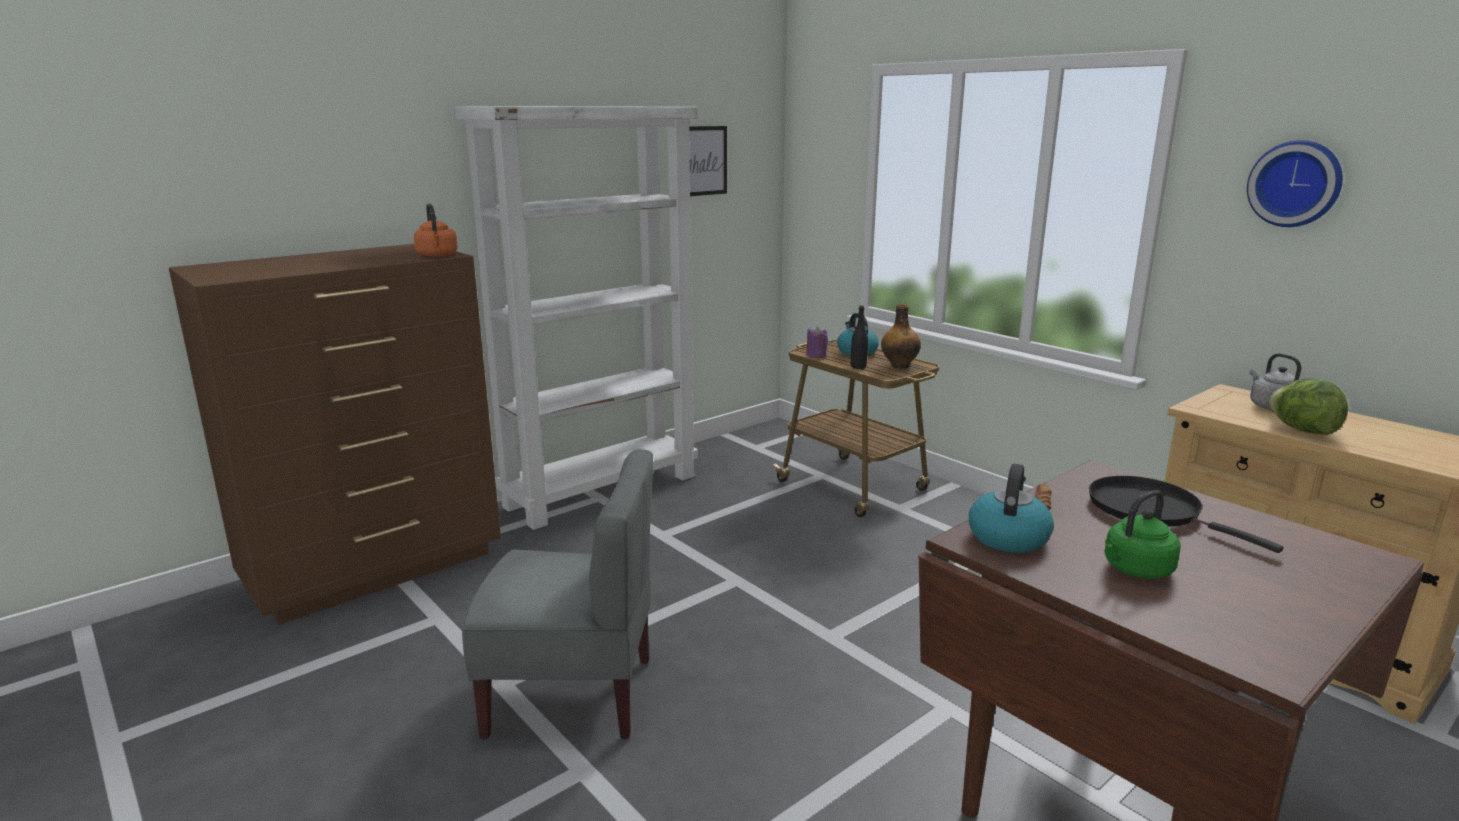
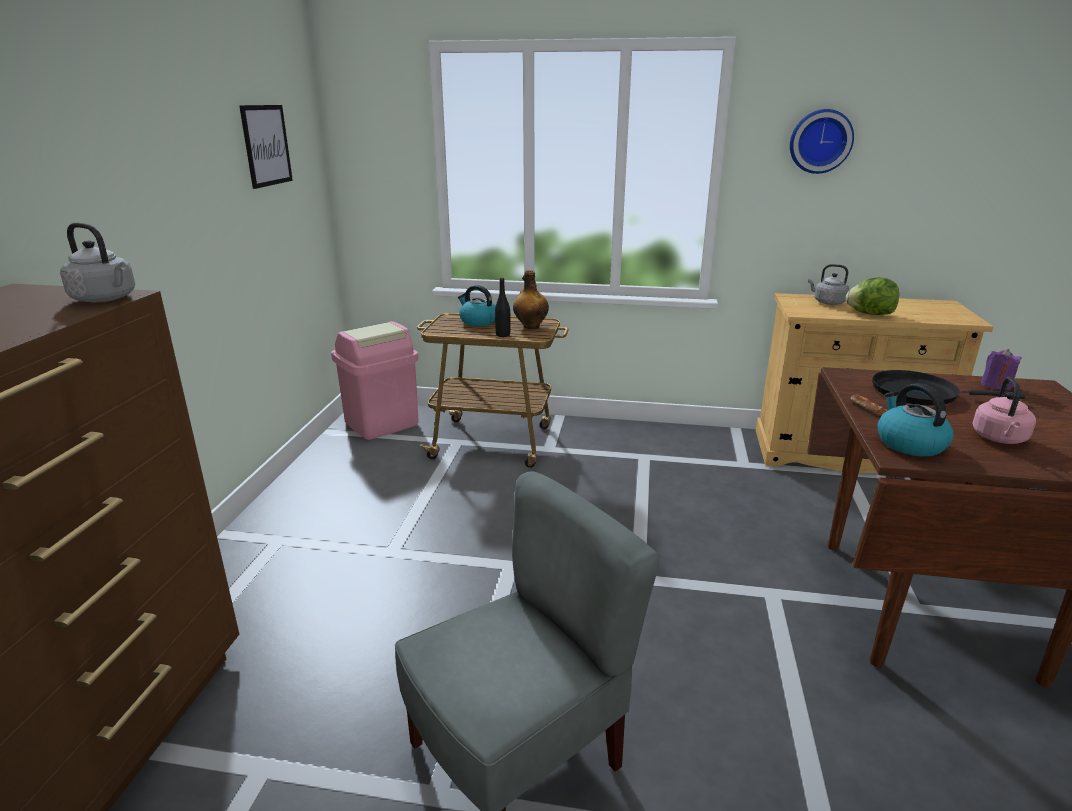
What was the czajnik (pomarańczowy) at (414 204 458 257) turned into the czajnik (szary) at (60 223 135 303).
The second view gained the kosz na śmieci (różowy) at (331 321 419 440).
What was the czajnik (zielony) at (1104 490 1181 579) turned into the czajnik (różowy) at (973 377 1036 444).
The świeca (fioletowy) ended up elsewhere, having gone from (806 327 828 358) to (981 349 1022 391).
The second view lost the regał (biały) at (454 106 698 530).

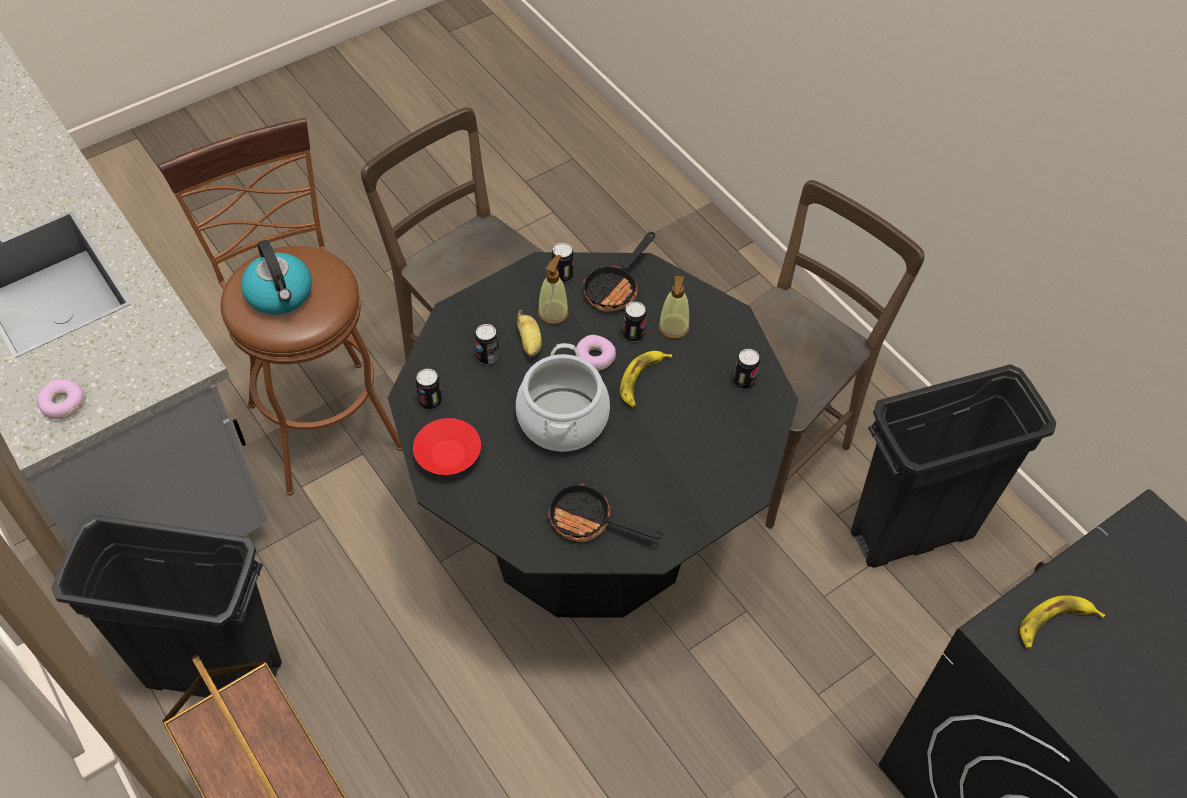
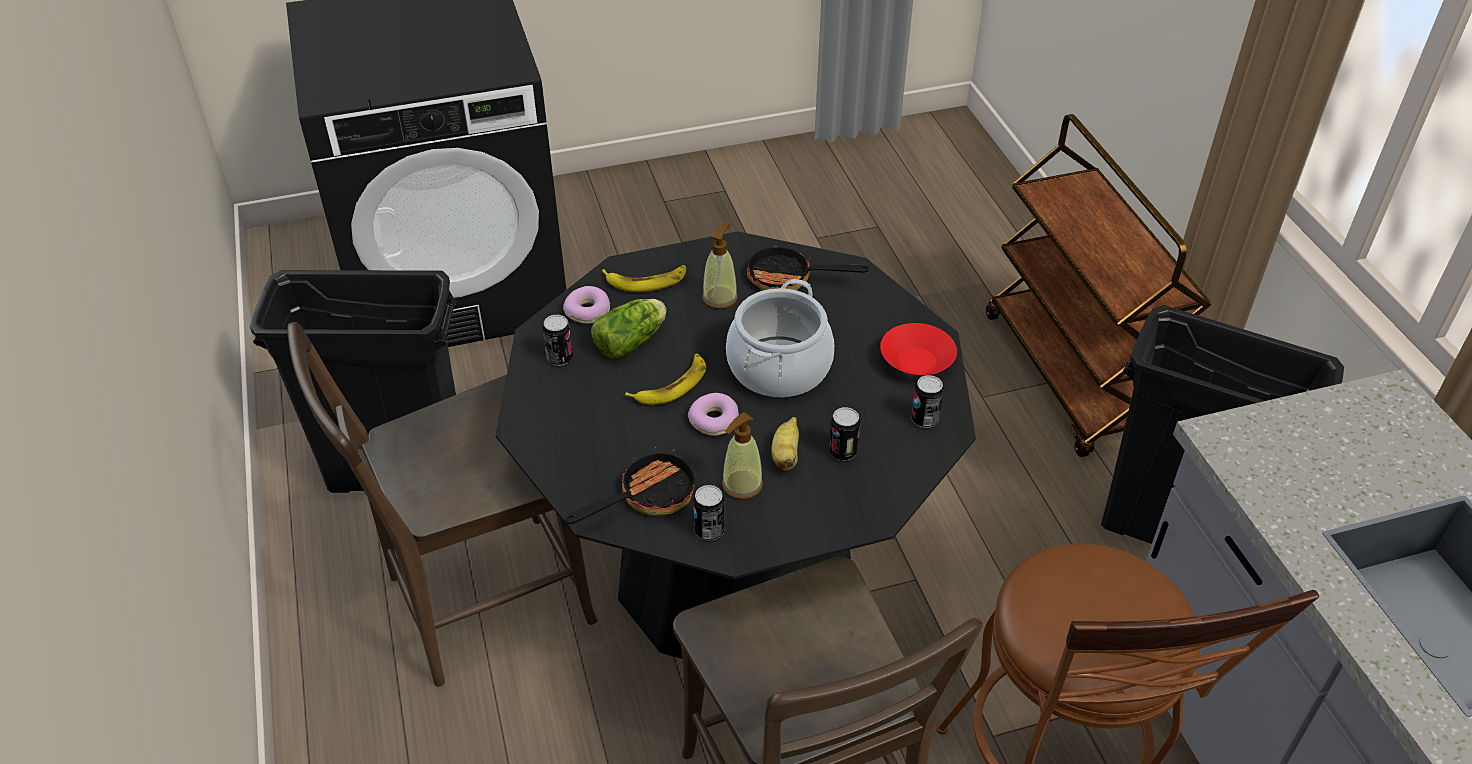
The donut ended up elsewhere, having gone from (37 379 85 419) to (563 286 610 324).
The second view gained the sałata at (591 299 667 358).
The banan ended up elsewhere, having gone from (1020 595 1105 649) to (602 265 686 292).
The dozownik mydła ended up elsewhere, having gone from (659 276 690 339) to (702 223 738 309).
The patelnia at (547 483 664 542) ended up facing another way, 150 degrees clockwise from before.
The second view lost the czajnik at (241 240 312 315).
The second view lost the puszka at (623 302 647 342).

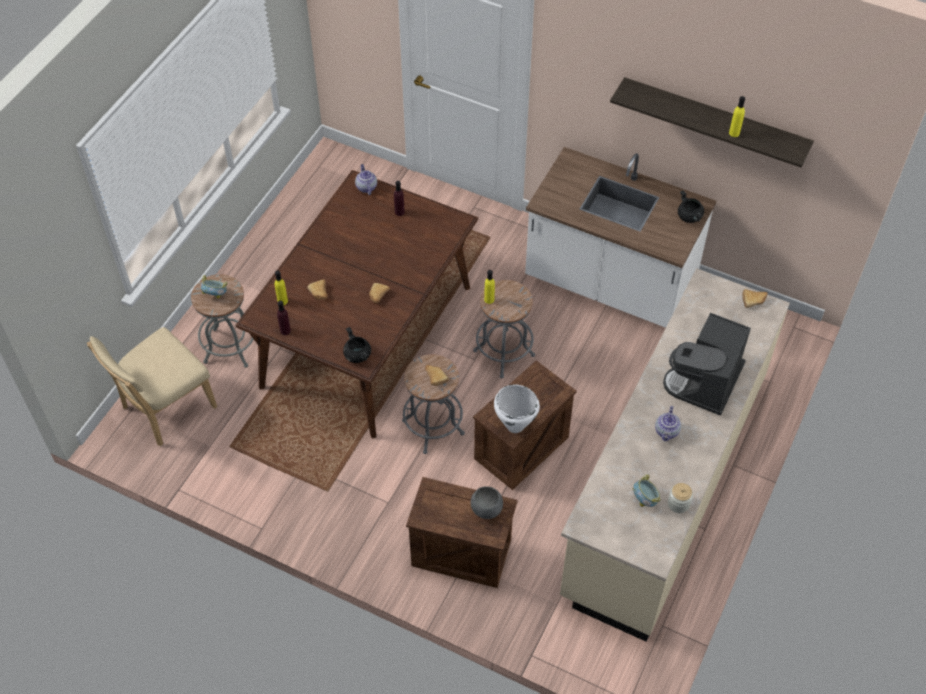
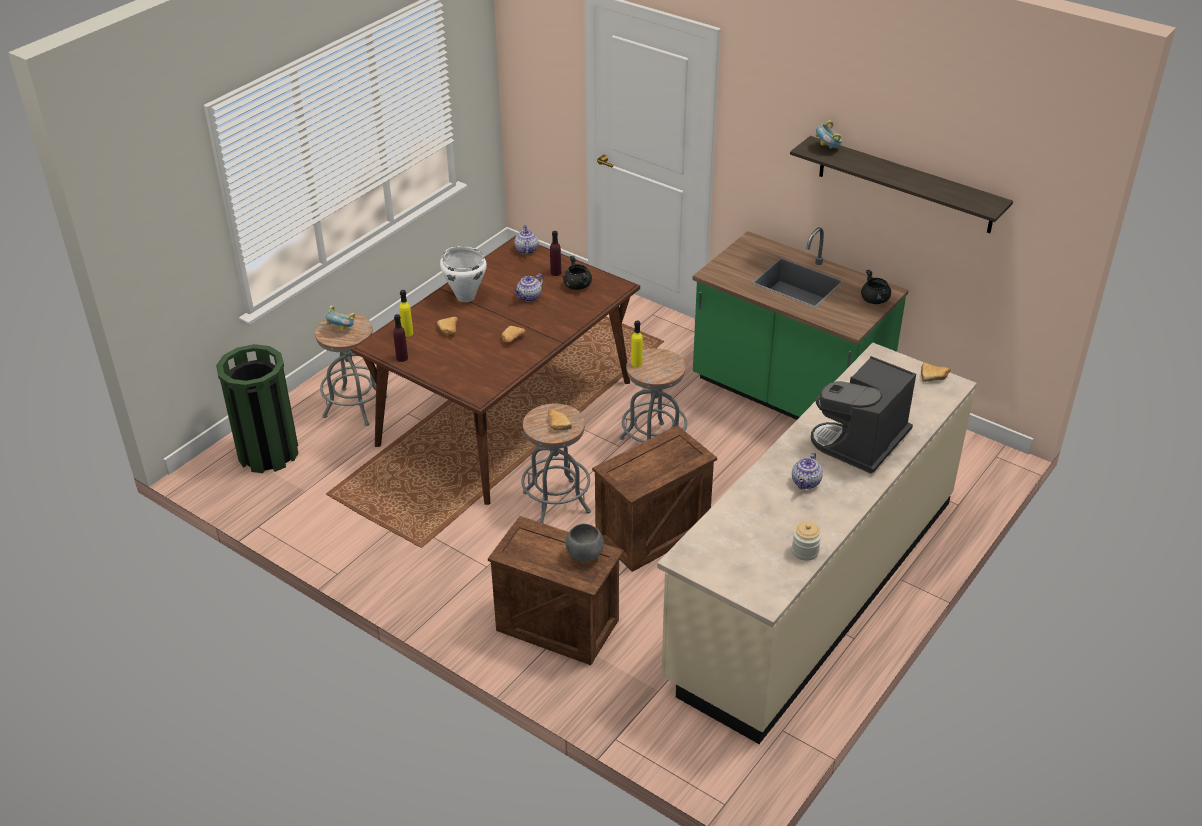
Where the krzesło (beżowy) stood at (87 327 217 446), the kosz na śmieci (zielony) came to stand at (216 344 298 473).
The garnek (biały) ended up elsewhere, having gone from (494 385 540 433) to (440 246 487 302).
The second view gained the imbryk at (514 274 544 302).
The garnek (czarny) ended up elsewhere, having gone from (343 327 371 363) to (563 256 592 290).
What was the zabudowa kuchenna (biały) at (525 147 716 328) turned into the zabudowa kuchenna (zielony) at (692 227 909 420).
The miska ended up elsewhere, having gone from (633 474 661 507) to (816 120 842 148).
The second view lost the butelka (żółty) at (729 96 745 137).

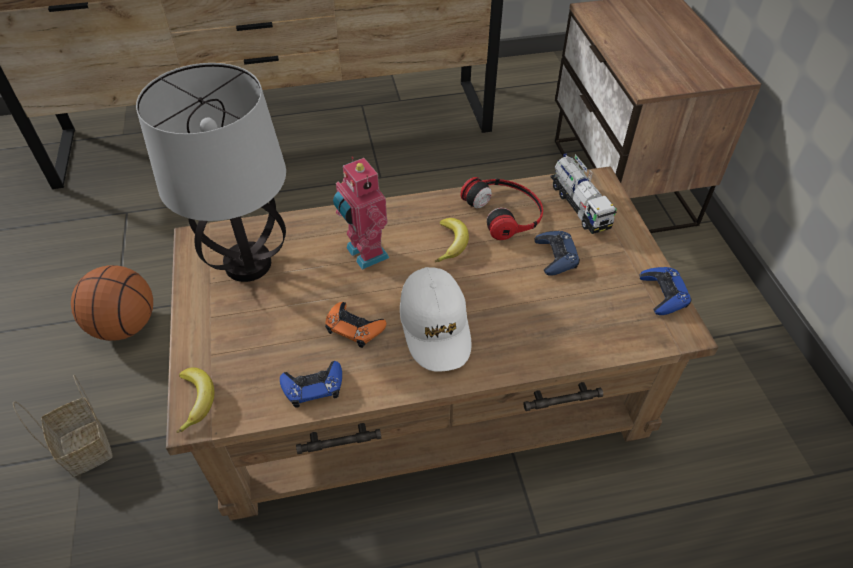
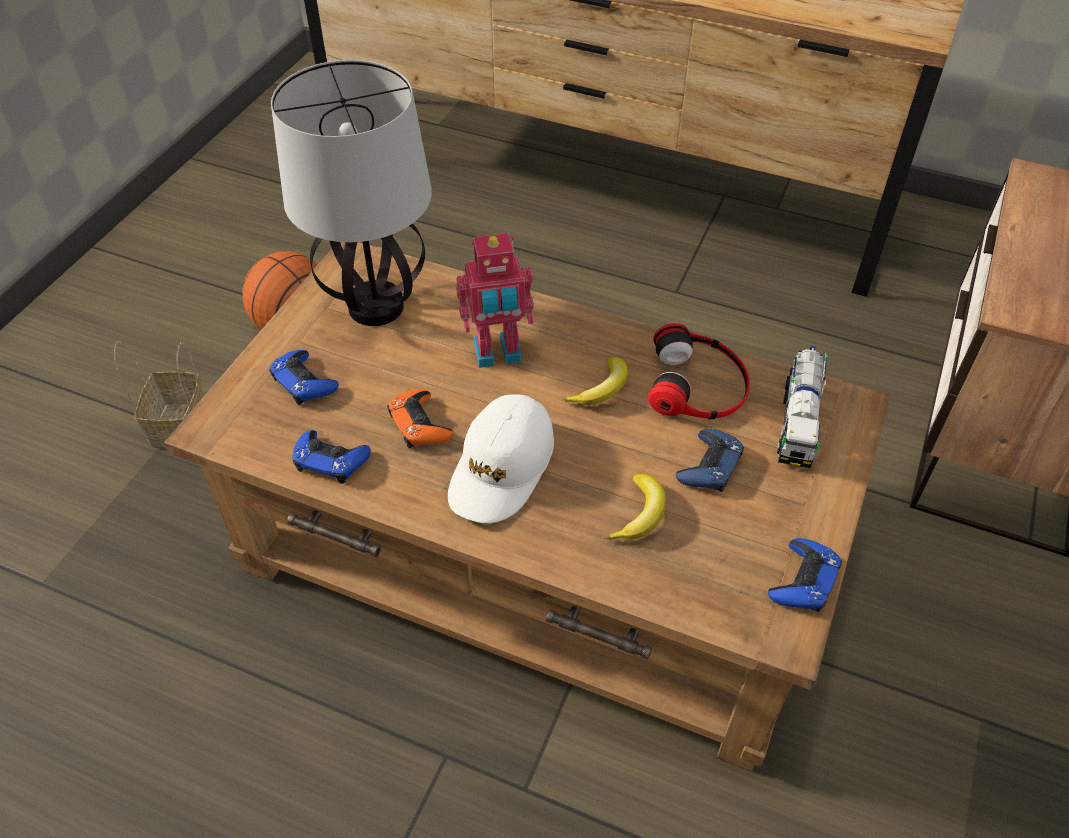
The second view gained the pad do gier (niebieski) at (269 350 339 405).
The robot zabawkowy at (333 157 389 270) ended up facing another way, 105 degrees counterclockwise from before.
The banan ended up elsewhere, having gone from (177 367 214 433) to (604 474 666 540).

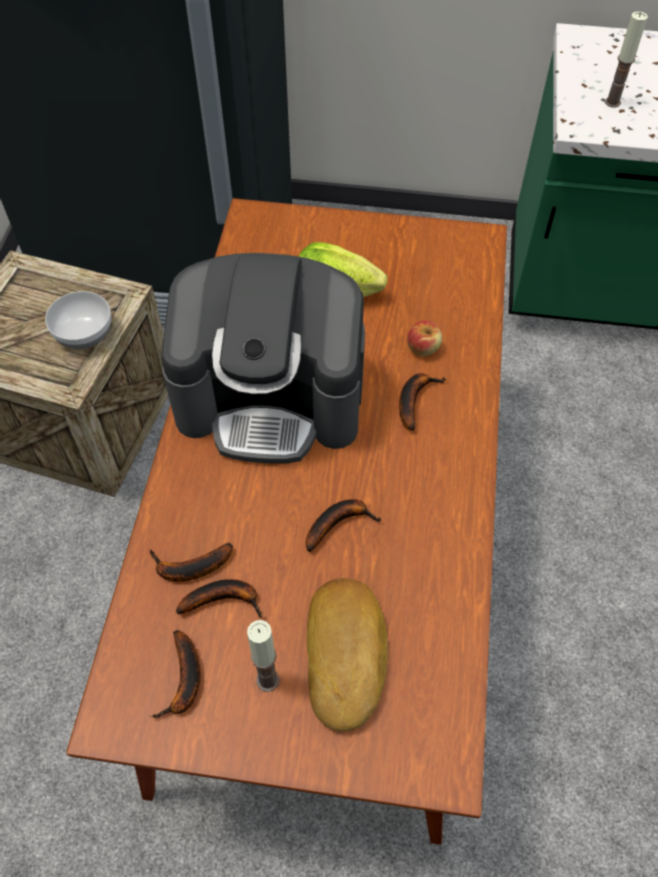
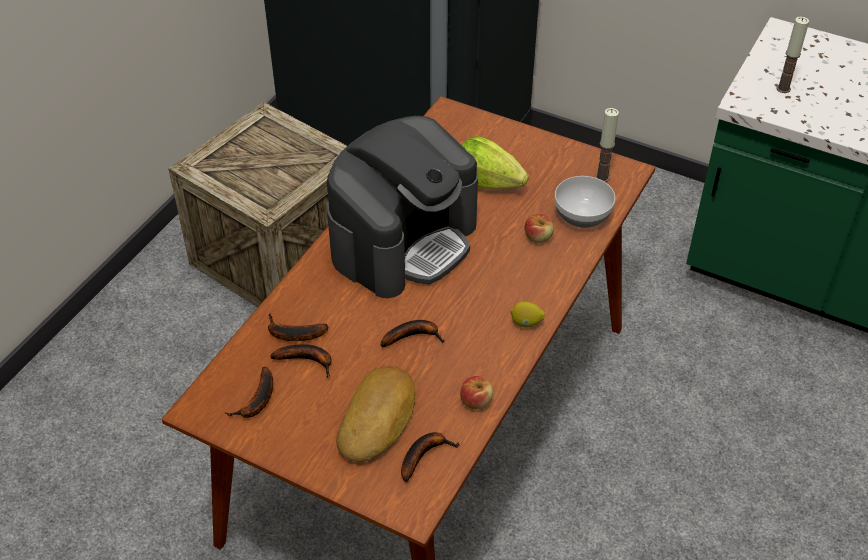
The ekspres do kawy at (162 253 365 463) ended up facing another way, 75 degrees counterclockwise from before.
The banan ended up elsewhere, having gone from (399 373 446 431) to (401 432 460 482).
The second view gained the jabłko at (460 376 493 409).
The second view gained the cytryna at (510 302 545 327).
The miska ended up elsewhere, having gone from (45 291 112 349) to (555 176 615 228).
The świeca ended up elsewhere, having gone from (247 620 280 692) to (595 108 619 182).

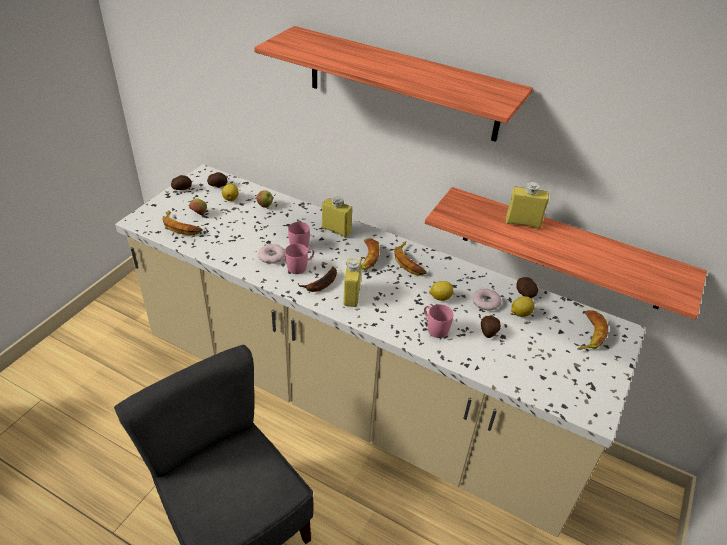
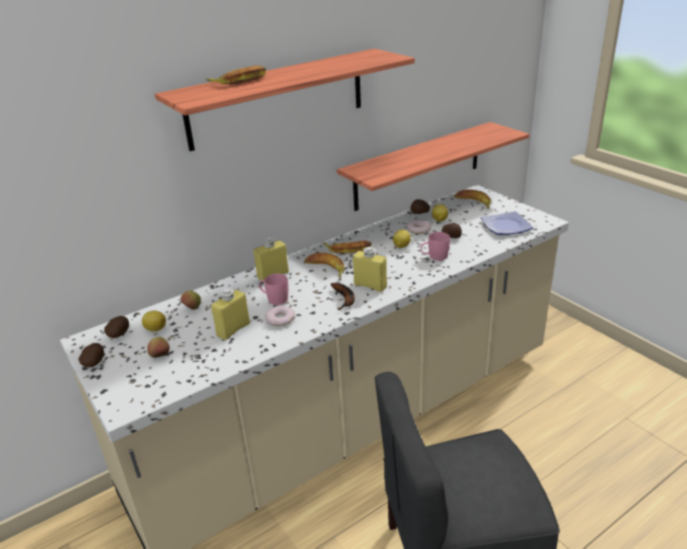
The banan ended up elsewhere, having gone from (162 211 202 235) to (206 65 266 84).
The butelka (żółty) ended up elsewhere, having gone from (506 182 549 229) to (211 289 250 340).
The second view gained the talerz at (481 211 533 235).
The second view lost the kubek (różowy) at (285 244 314 274).

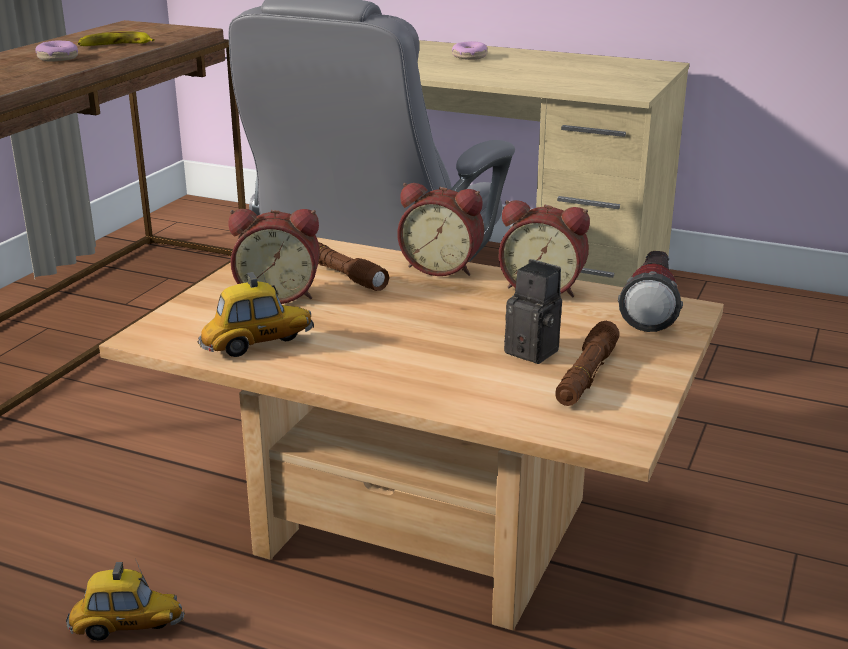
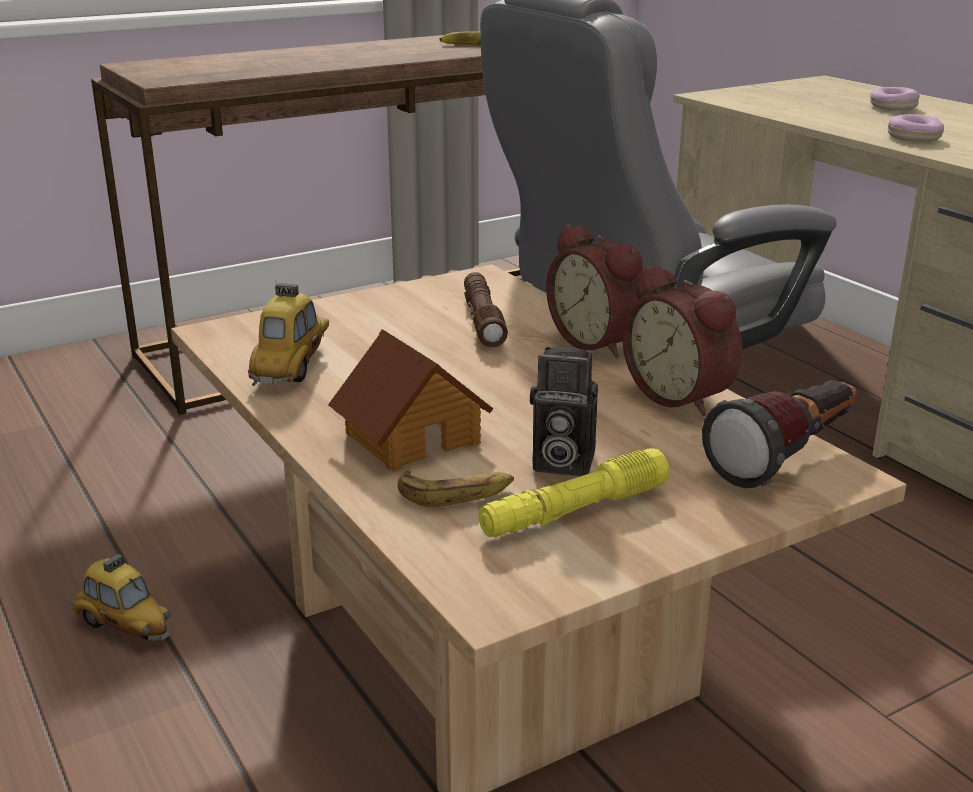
The samochodzik at (197 270 314 357) ended up facing another way, 90 degrees counterclockwise from before.
The second view gained the domek at (328 329 493 471).
The second view gained the banan at (398 471 514 507).
What was the latarka (brązowy) at (555 321 619 406) turned into the latarka (żółty) at (478 448 669 537).
The aparat fotograficzny at (504 259 562 364) ended up facing another way, 120 degrees clockwise from before.
The donut ended up elsewhere, having gone from (36 40 78 61) to (888 114 944 142).
The second view lost the budzik at (229 209 320 304).

